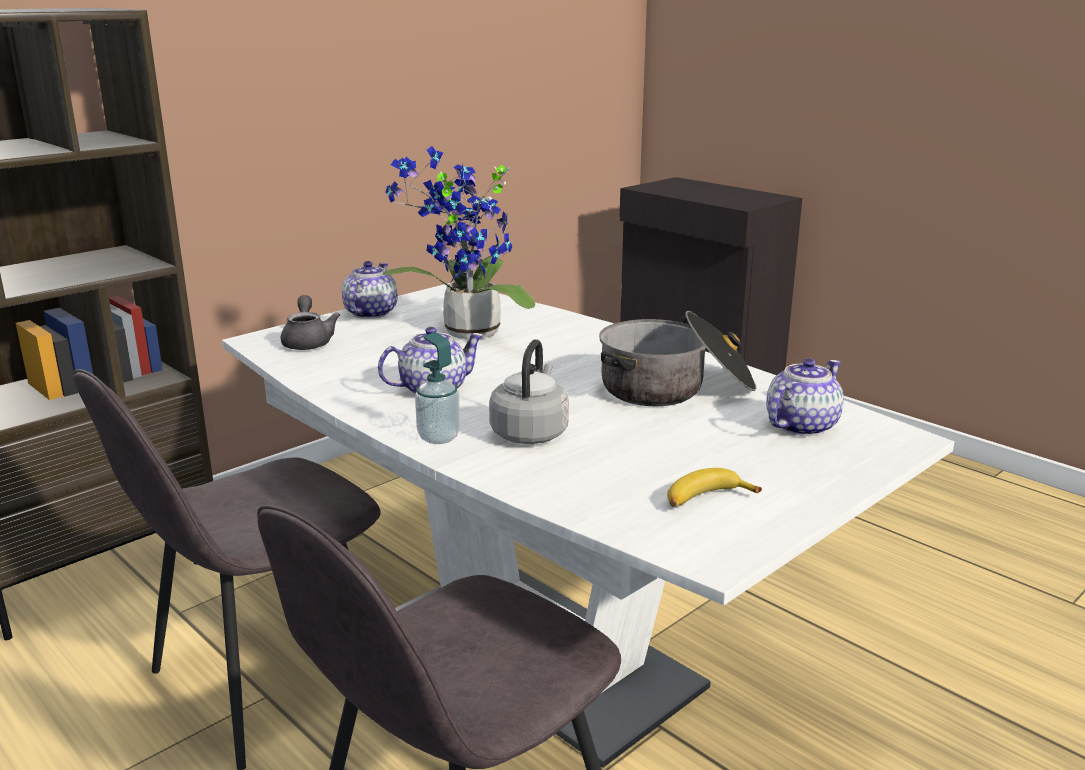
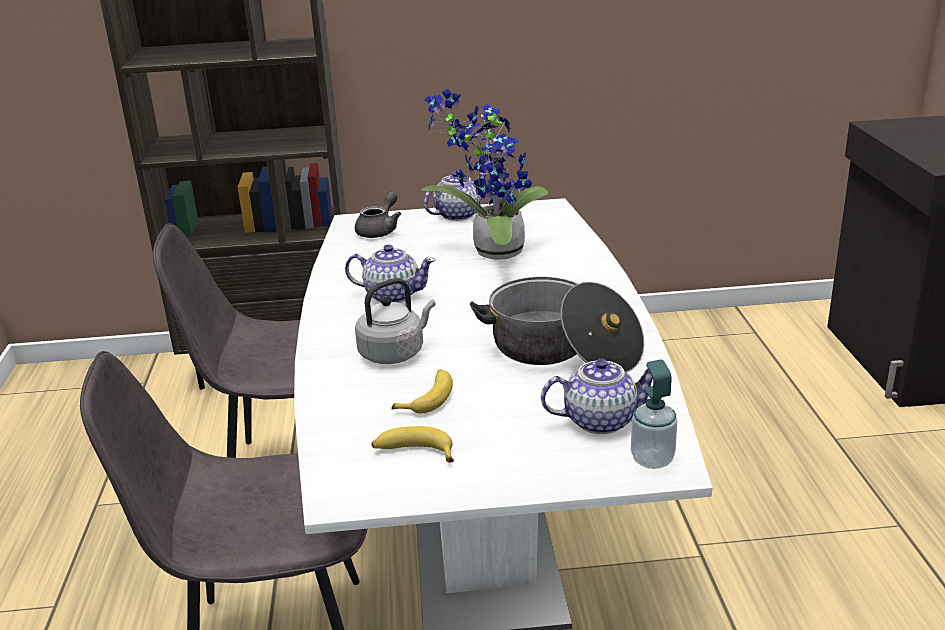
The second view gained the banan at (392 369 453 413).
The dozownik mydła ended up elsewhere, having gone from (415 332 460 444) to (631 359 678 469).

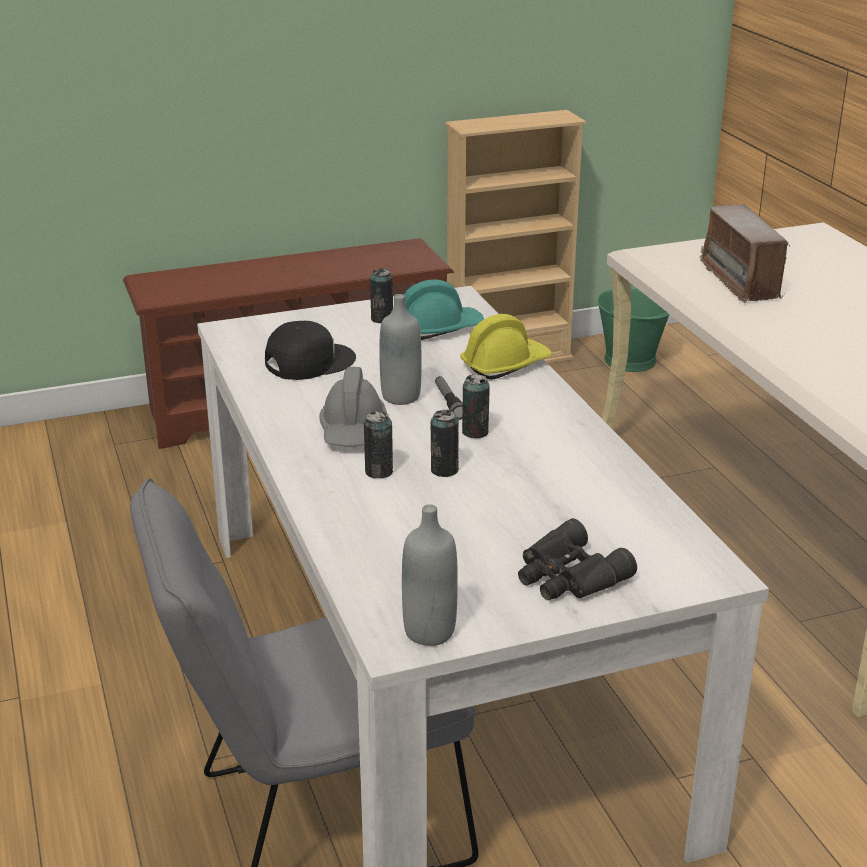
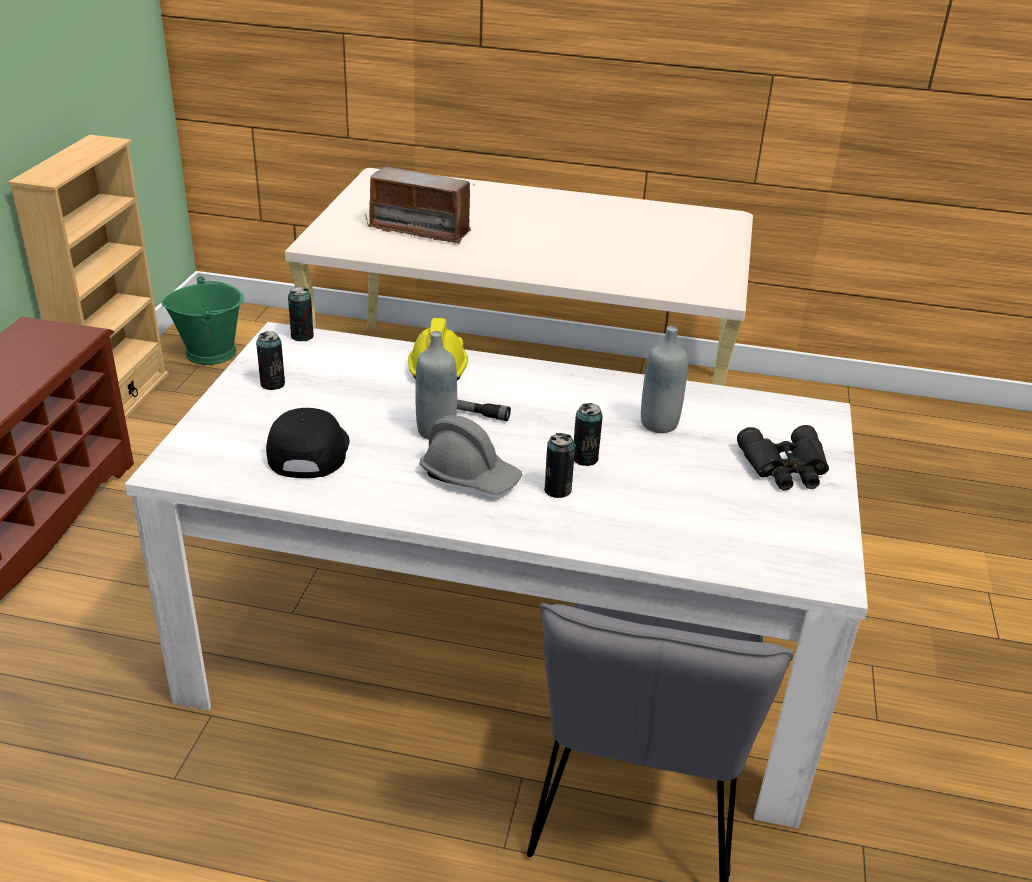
The puszka ended up elsewhere, having gone from (462 374 490 438) to (288 287 314 341).
The butelka (szary) ended up elsewhere, having gone from (402 504 458 646) to (641 326 688 433).
The second view lost the kask (turkusowy) at (404 279 484 340).

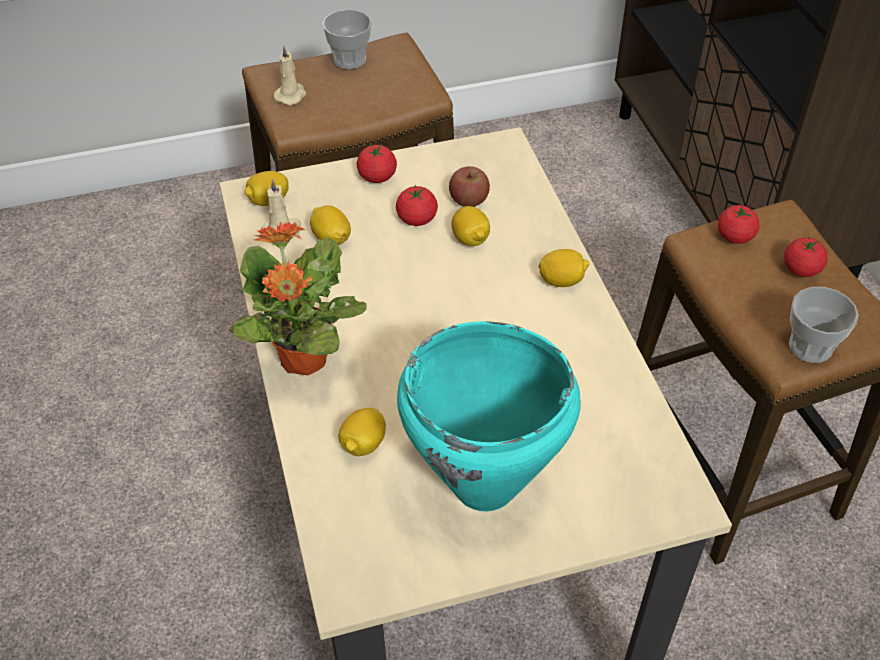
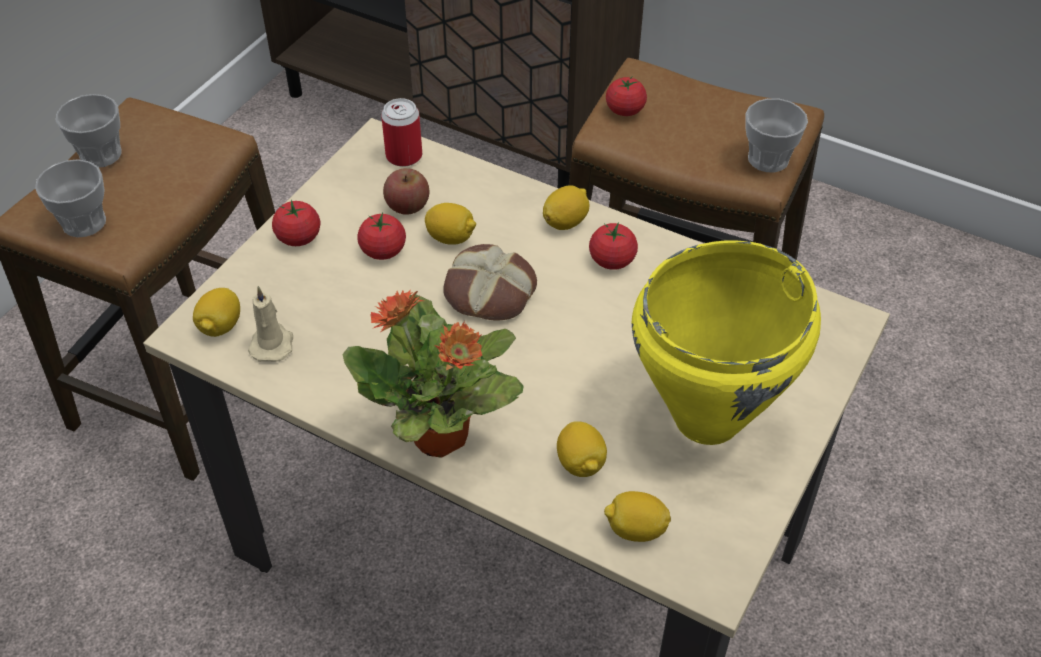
Where the świeca (beżowy) stood at (273 46 307 105), the filiżanka came to stand at (35 159 106 237).
The second view gained the puszka at (381 98 422 167).
The second view gained the chleb at (443 244 537 321).
The pomidor ended up elsewhere, having gone from (784 236 828 277) to (589 222 638 270).
The cytryna ended up elsewhere, having gone from (310 205 351 245) to (604 491 671 542).
What was the garnek (turkusowy) at (397 321 581 511) turned into the garnek (żółty) at (632 240 821 445).

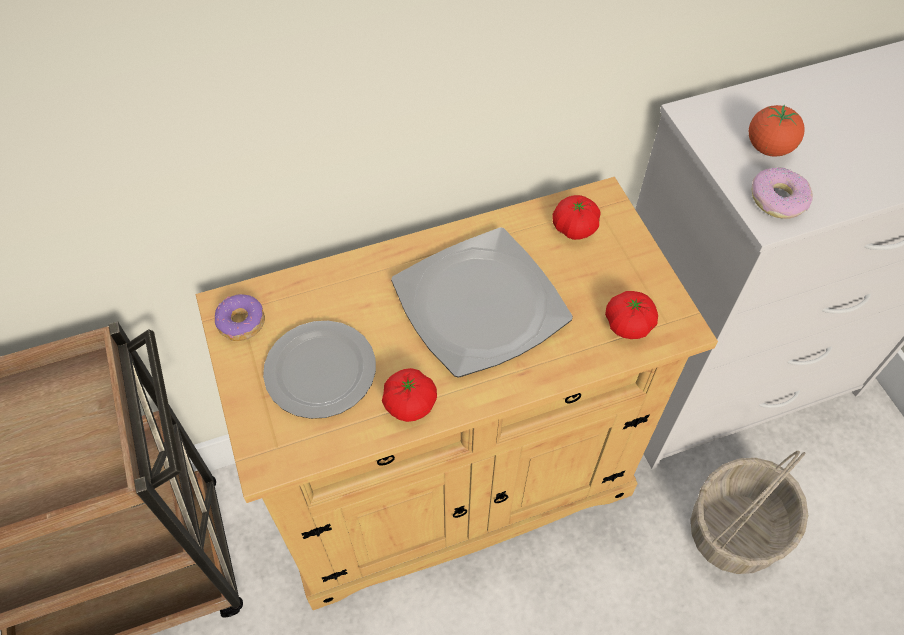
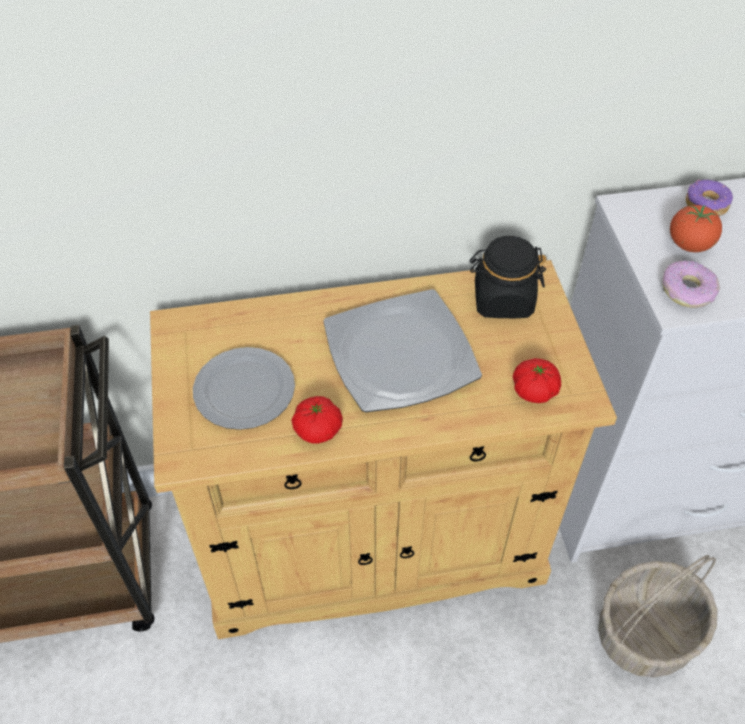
Where the pomidor stood at (552 195 601 240), the słoik (czarny) came to stand at (469 236 546 318).
The donut ended up elsewhere, having gone from (215 294 265 341) to (686 180 733 216).

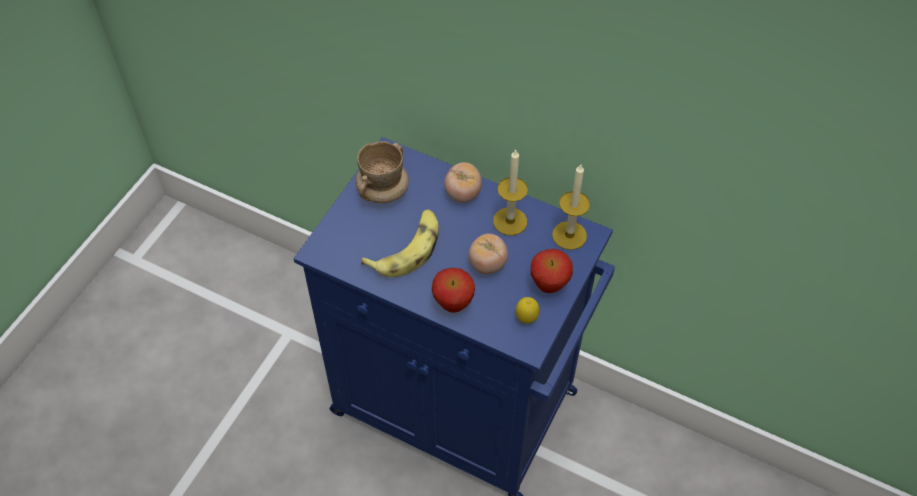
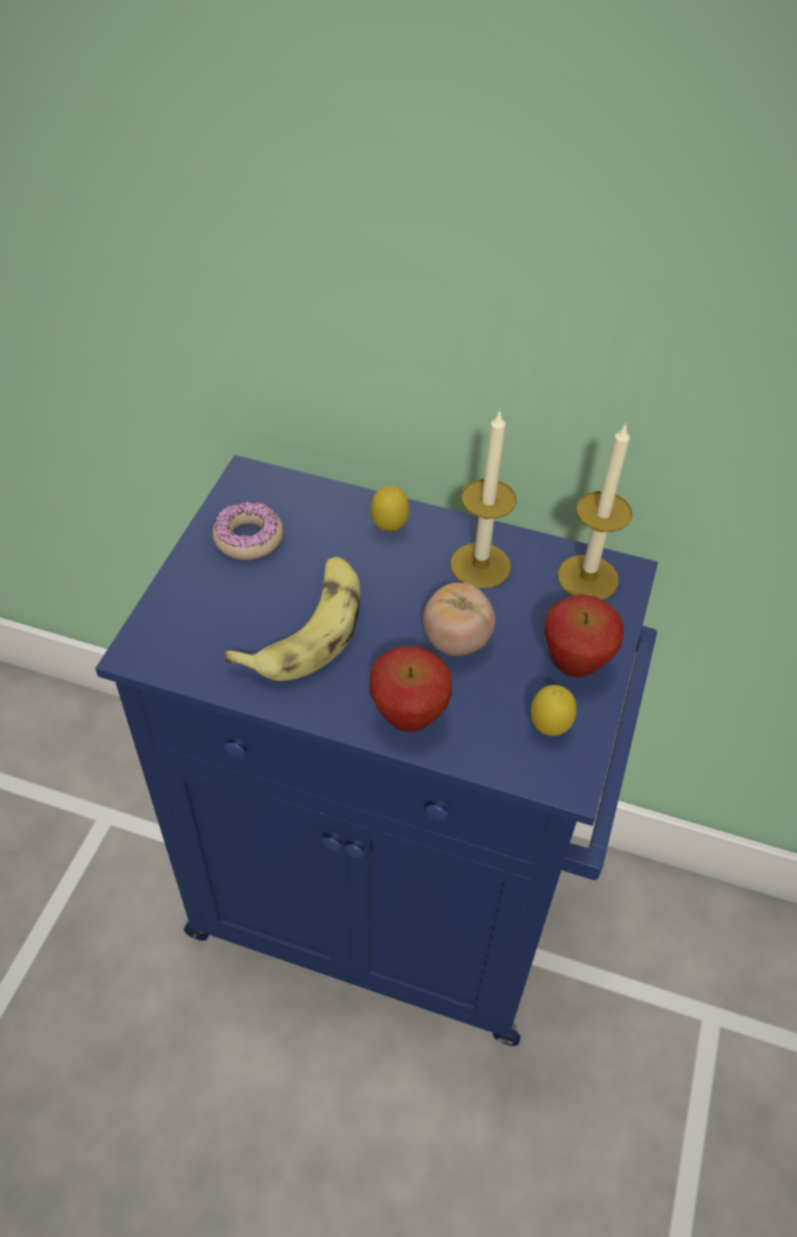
Where the kubek (beżowy) stood at (356 141 409 203), the donut came to stand at (213 502 283 560).
Where the pomidor stood at (444 162 482 203), the cytryna came to stand at (371 486 410 532).

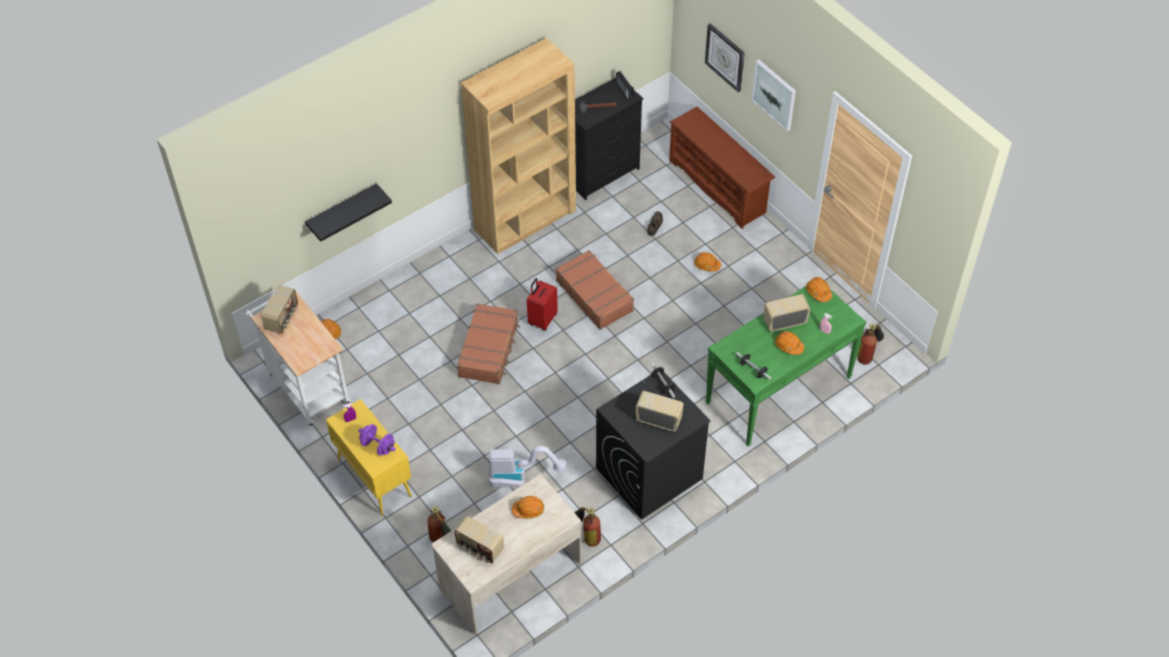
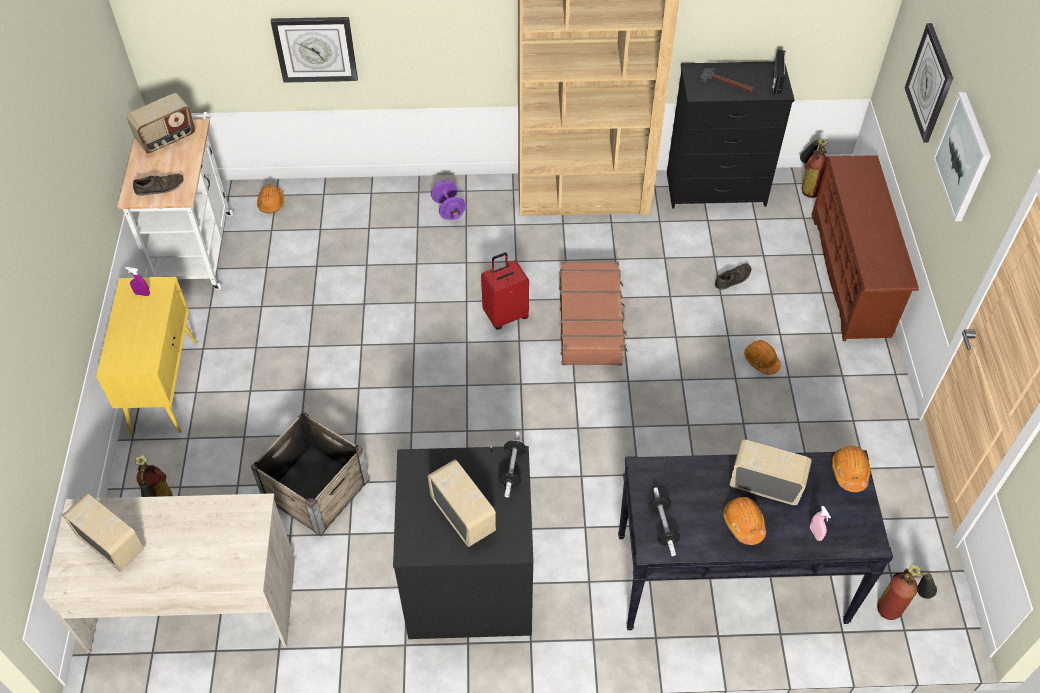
The radio at (454 516 504 563) ended up facing another way, 150 degrees clockwise from before.
The second view gained the but (brązowy) at (133 174 184 196).
Where the odkurzacz stood at (489 446 567 489), the skrzynka came to stand at (251 412 369 536).
Where the półka (czarny) hung at (305 183 392 242), the zegar ścienny came to hang at (271 17 358 83).
The hantel (fioletowy) ended up elsewhere, having gone from (358 424 396 456) to (431 180 466 220).
What was the stolik konsolowy (zielony) at (705 286 866 446) turned into the stolik konsolowy (czarny) at (618 450 893 630).
The gaśnica ended up elsewhere, having gone from (574 507 601 546) to (800 139 828 198).
The second view lost the walizka (brązowy) at (457 303 520 384).
The second view lost the kask (pomarańczowy) at (512 496 544 518).

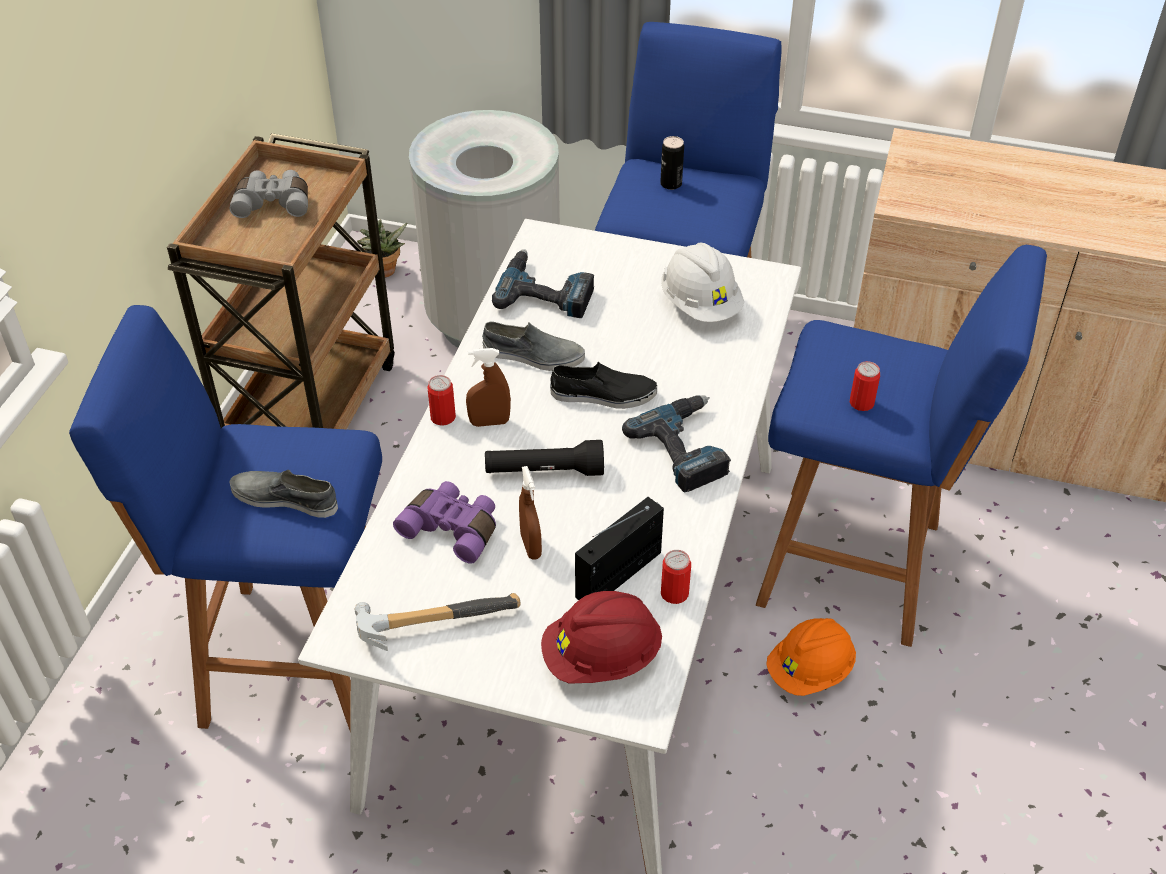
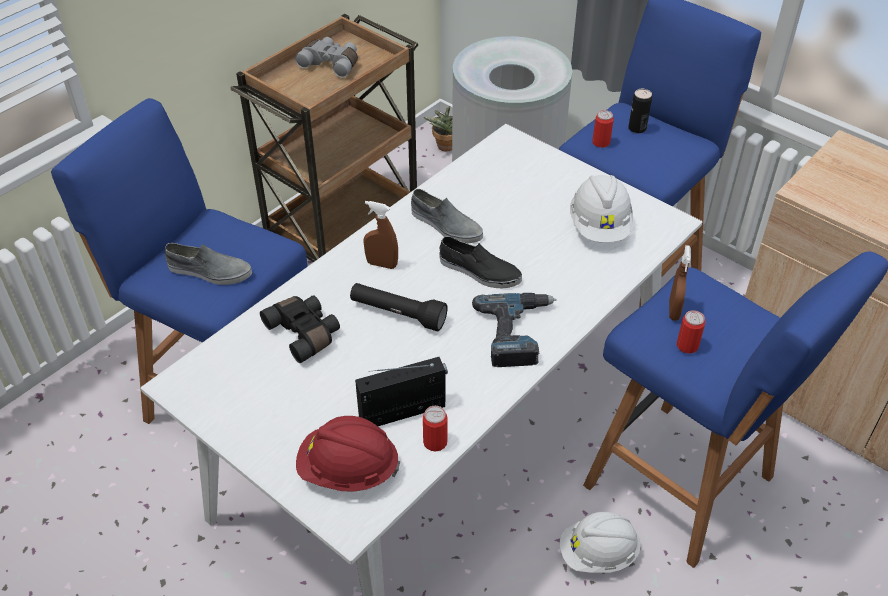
The but (szary) at (229 470 338 518) ended up facing another way, 150 degrees clockwise from before.
What was the lornetka (fioletowy) at (393 481 496 564) turned into the lornetka (czarny) at (260 295 340 363).
What was the kask (pomarańczowy) at (767 618 856 696) turned into the kask (biały) at (560 512 641 573).
The puszka ended up elsewhere, having gone from (427 375 456 426) to (592 110 614 148).
The spryskiwacz (brązowy) ended up elsewhere, having gone from (519 466 542 560) to (669 245 691 321).
The second view lost the młotek at (355 593 521 651).
The second view lost the wiertarka at (492 249 594 318).

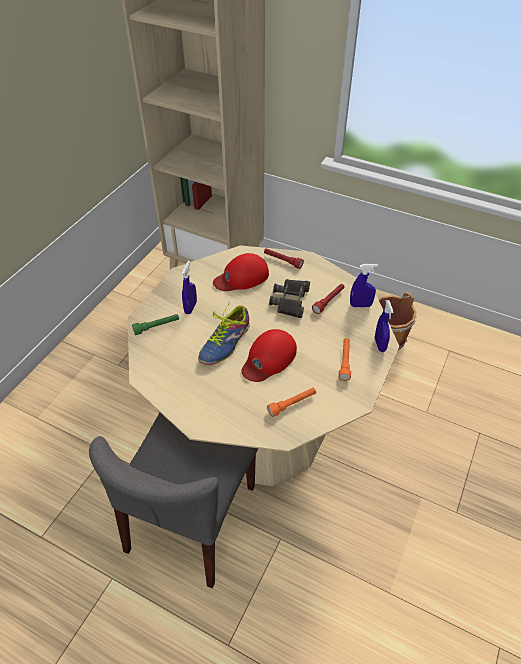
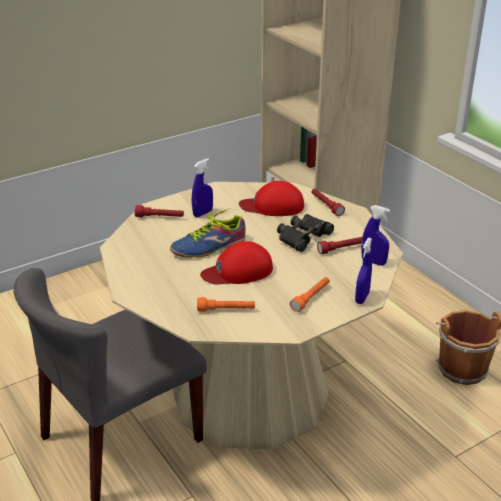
What was the latarka (zielony) at (132 314 179 335) turned into the latarka (czerwony) at (135 205 184 217).

